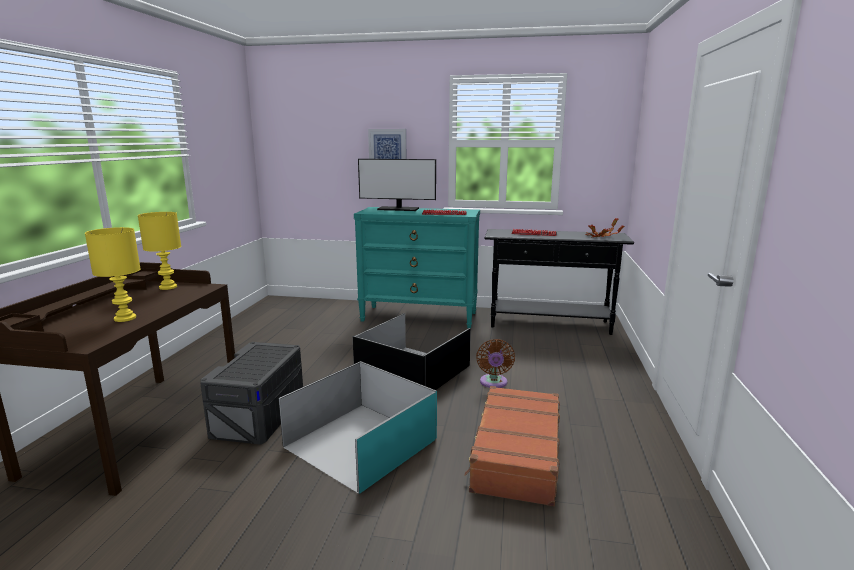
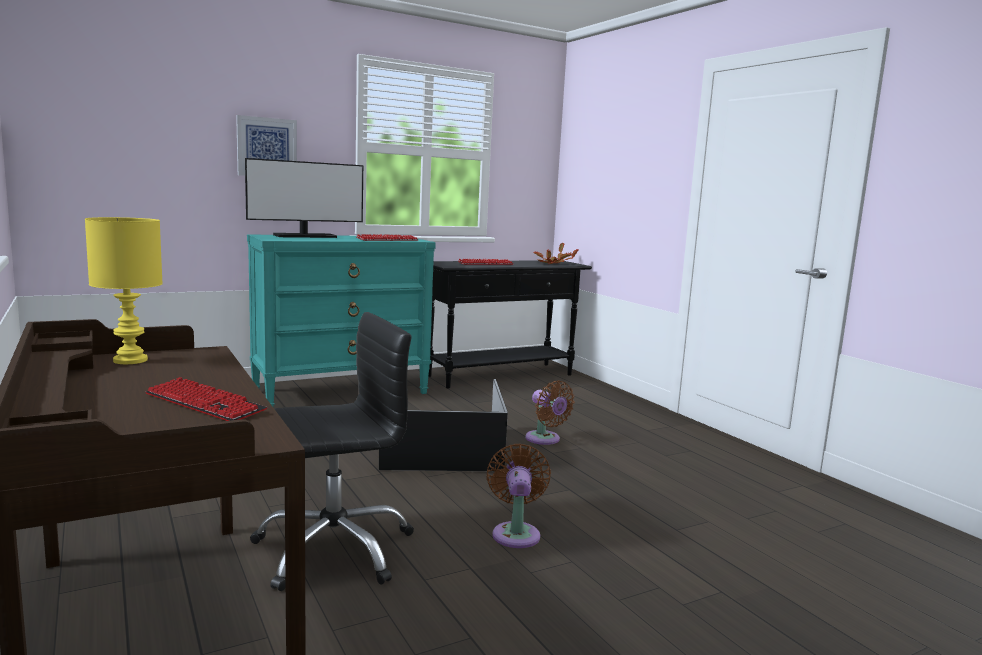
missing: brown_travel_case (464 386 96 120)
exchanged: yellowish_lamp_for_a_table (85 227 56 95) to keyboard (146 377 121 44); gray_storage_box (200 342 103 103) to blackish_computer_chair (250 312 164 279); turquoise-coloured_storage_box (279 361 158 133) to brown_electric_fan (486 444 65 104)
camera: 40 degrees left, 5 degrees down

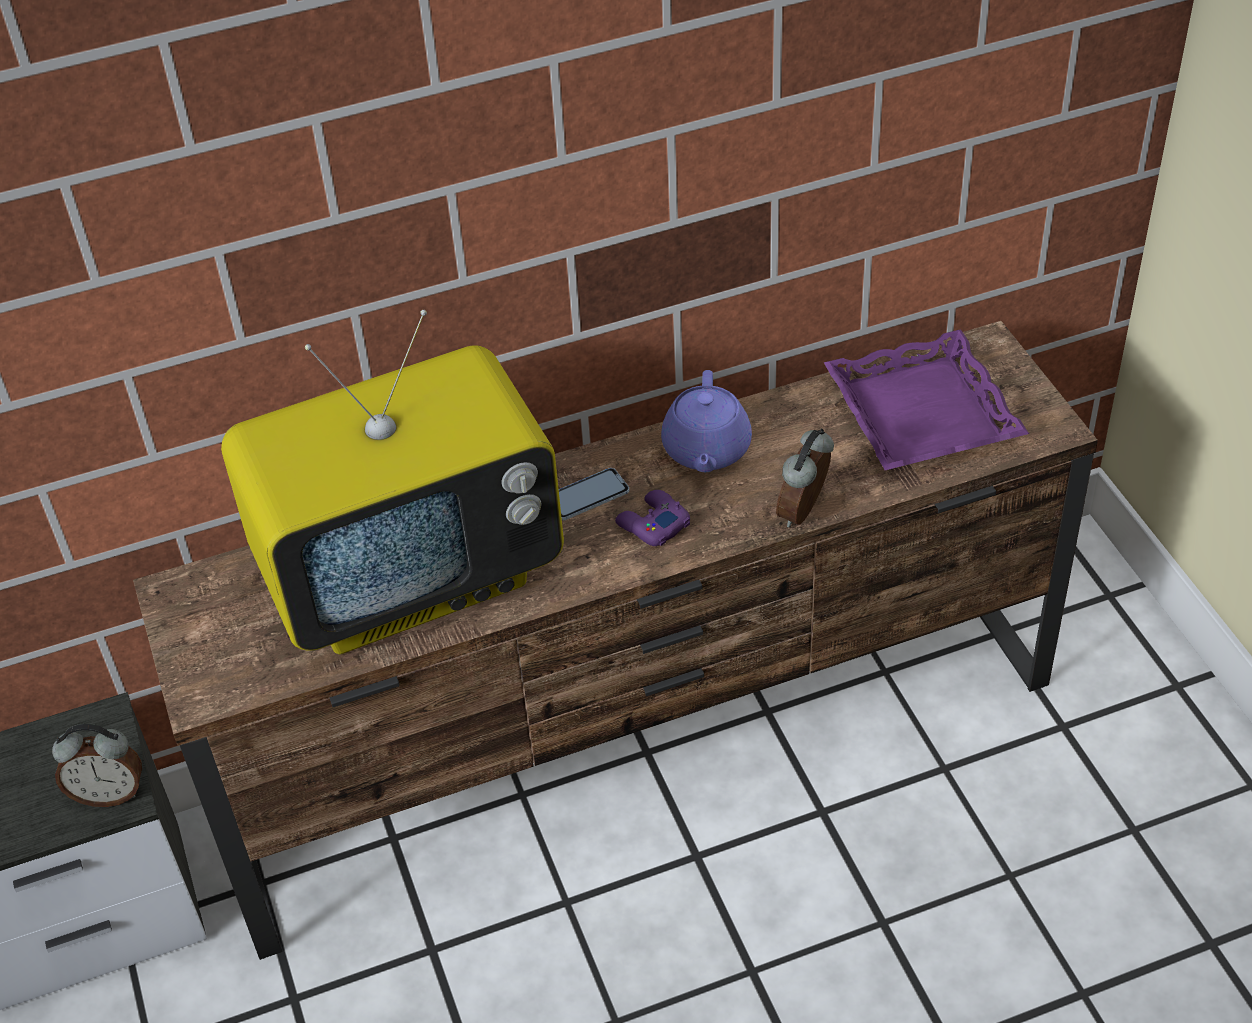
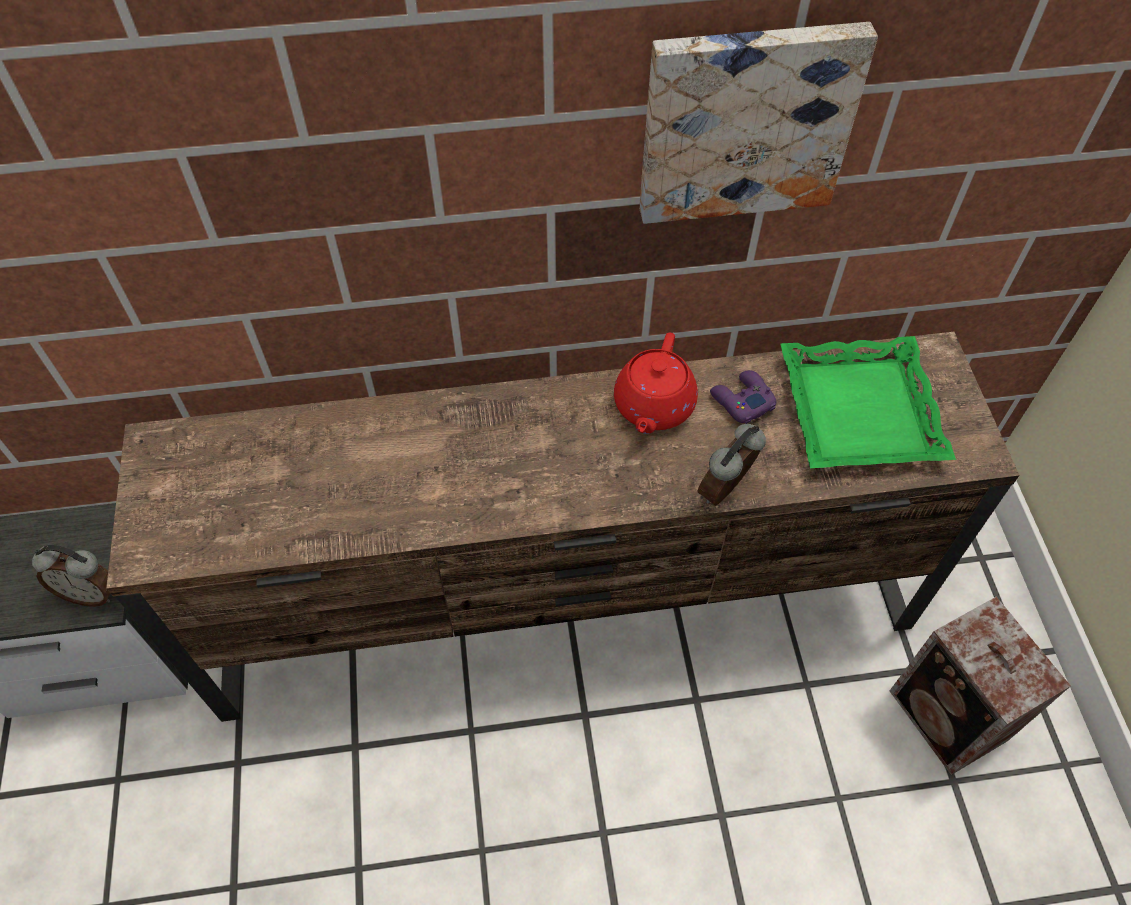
missing: TV (221 310 343 344); telephone (559 468 70 52)
appeared: wall_art (639 22 239 202); audio_speaker (890 597 181 178)
relocated: purple-coloured_joypad (615 490 75 56) to (710 370 66 54)
colour: purple-coloured_pot_for_tea (661 370 91 102) to red_pot_for_tea (614 332 84 102); purple-coloured_serving_tray (824 329 205 141) to green-coloured_serving_tray (780 336 176 132)
camera: 10 degrees right, 10 degrees up

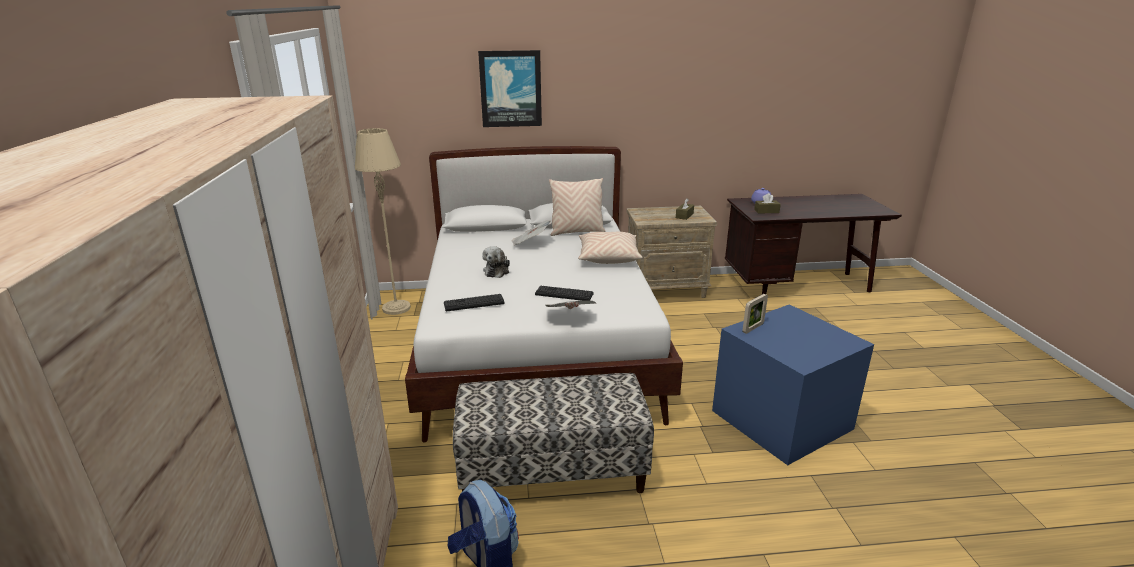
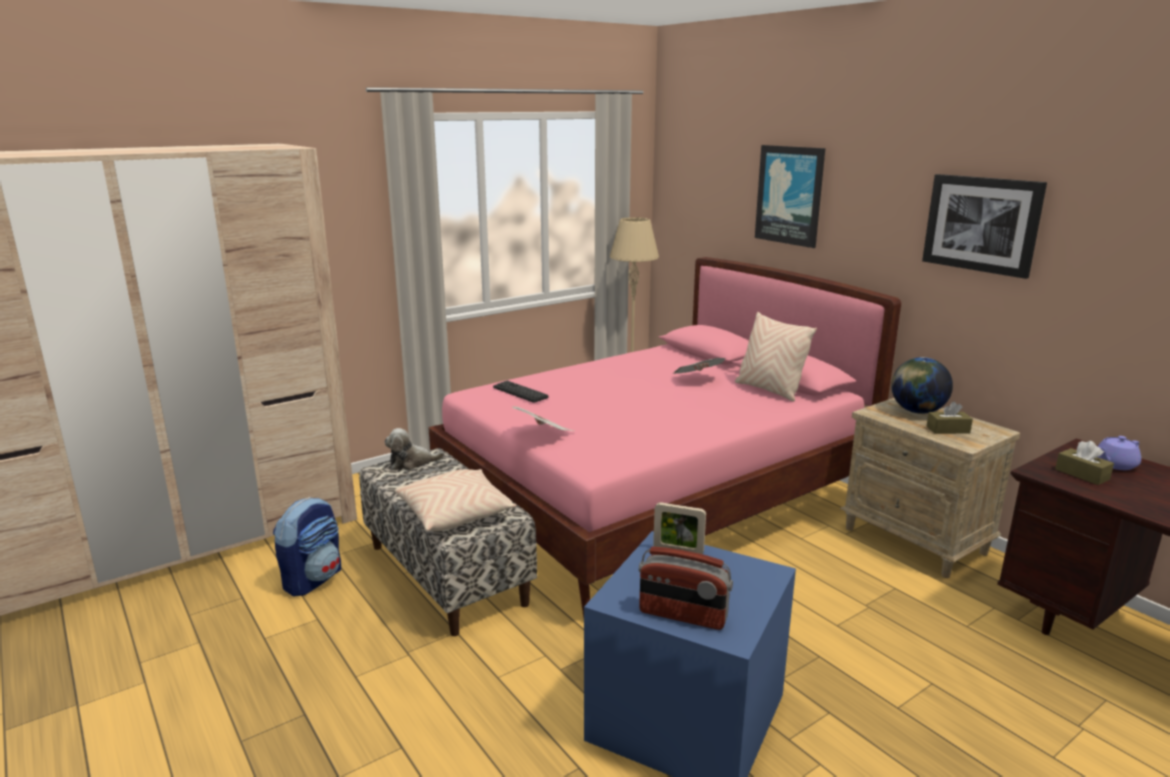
missing: keyboard (535 286 58 15)
appeared: radio (639 547 94 83); world_globe (891 357 62 57); wall_art (922 174 125 105)
relocated: soft_toy (482 246 28 32) to (385 428 60 42); beige_pillow (578 232 65 32) to (395 469 122 62)
colour: white-coloured_bedroom_bed (405 146 278 296) to pink-coloured_bedroom_bed (428 257 473 361)
camera: 60 degrees right, 5 degrees down

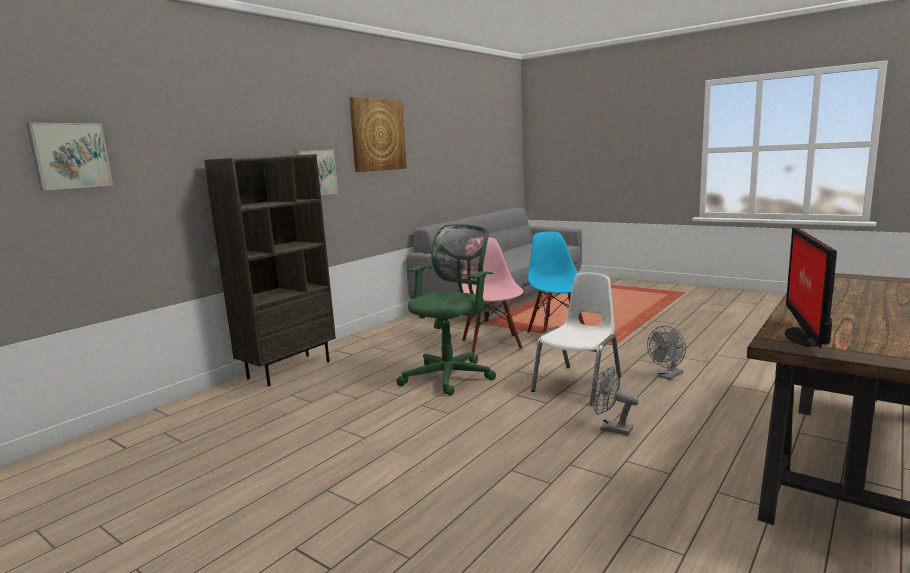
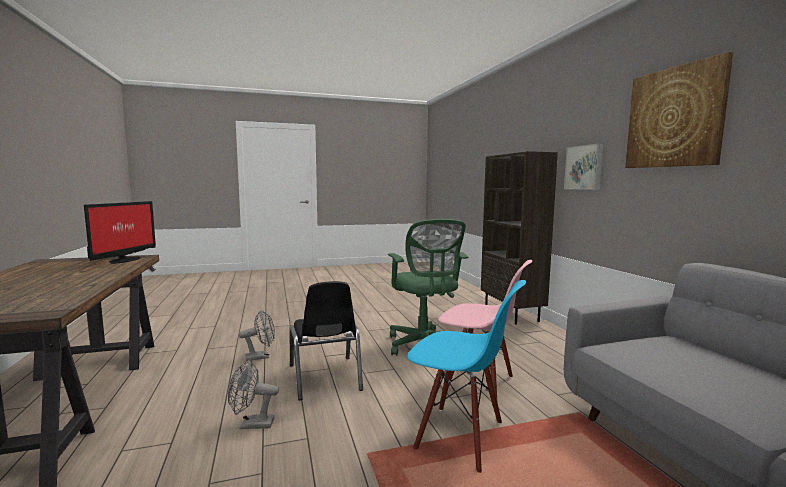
missing: wall_art (26 123 87 68)
colour: white-coloured_chair (531 272 90 133) to blackish_chair (289 281 74 119)
spun: gray_electric_fan (647 326 39 54) = (228 360 51 69) 90 degrees counterclockwise; computer_display (785 227 52 121) = (84 201 72 63) 45 degrees clockwise
camera: 125 degrees right, 5 degrees down

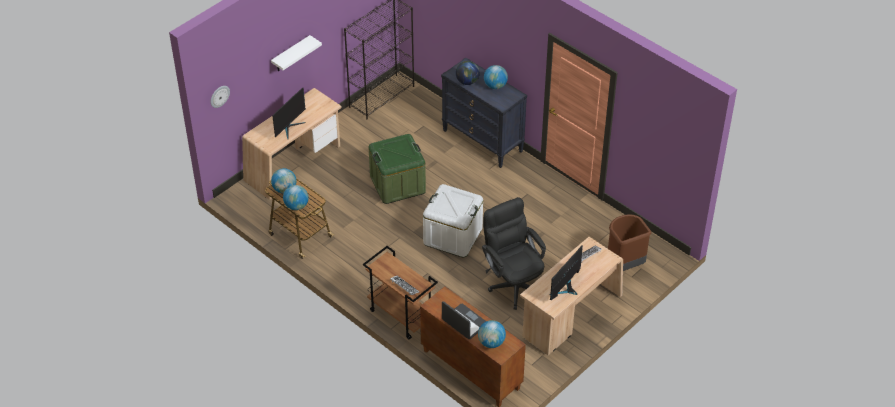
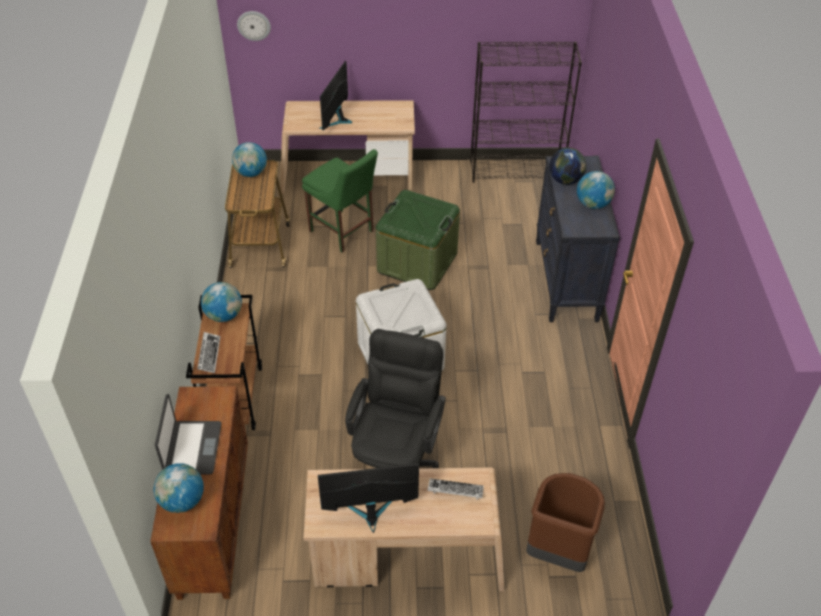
missing: white-coloured_shelf (271 35 51 37)
appeared: green-coloured_chair (302 149 76 104)
relocated: world_globe (283 185 26 25) to (201 282 41 40)
spun: computer_display (272 87 34 52) = (319 61 33 69) 120 degrees clockwise
camera: 45 degrees right, 0 degrees up

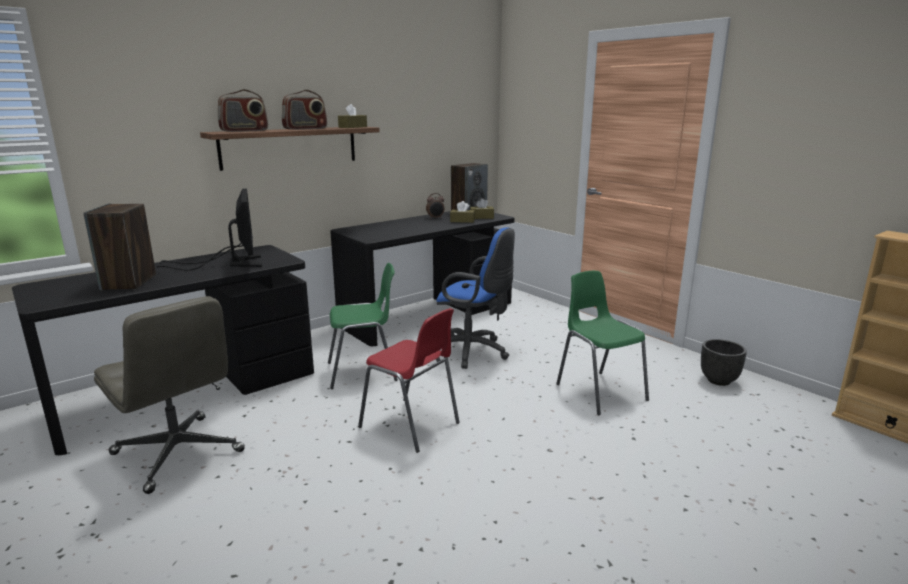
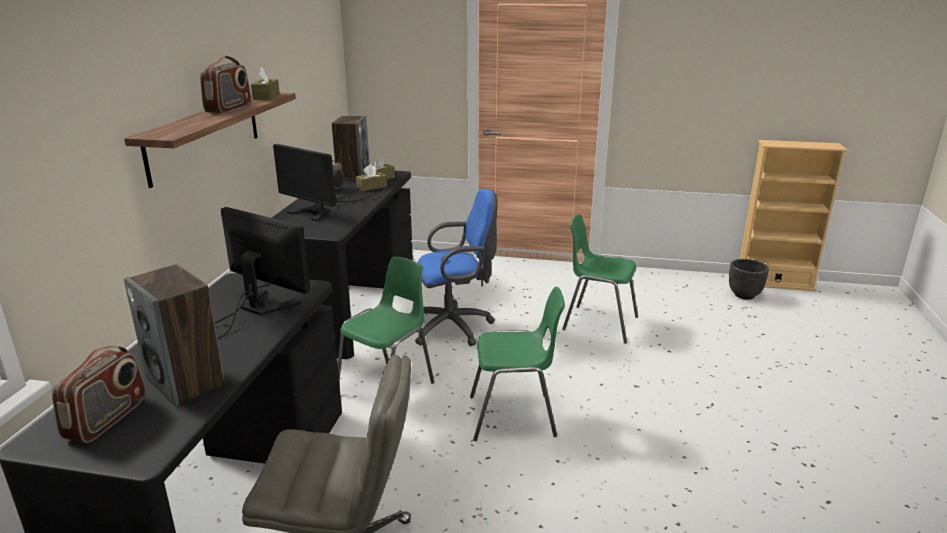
appeared: computer_display (273 144 103 77)
relocated: radio (218 89 50 43) to (52 345 94 98); blackish_planter (701 339 46 47) to (729 259 40 41)
colour: red_chair (358 308 102 145) to green-coloured_chair (470 287 95 154)
camera: 40 degrees left, 5 degrees up

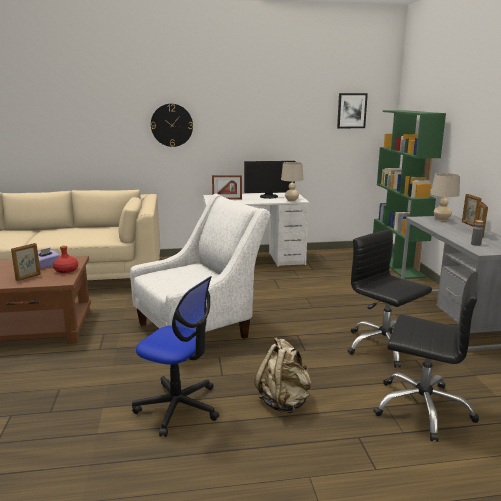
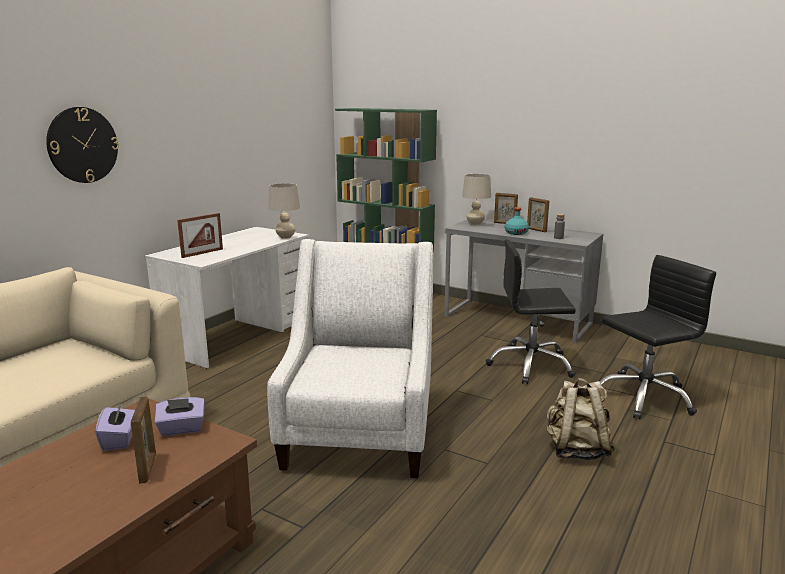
missing: computer_chair (132 276 87 161); computer_display (244 161 51 38); wall_art (337 93 31 36)
appeared: turquoise-coloured_drink_bottle (505 207 24 28)
exchanged: red_drink_bottle (53 246 25 27) to purple-coloured_tissue_box (155 397 50 39)
camera: 50 degrees left, 0 degrees up

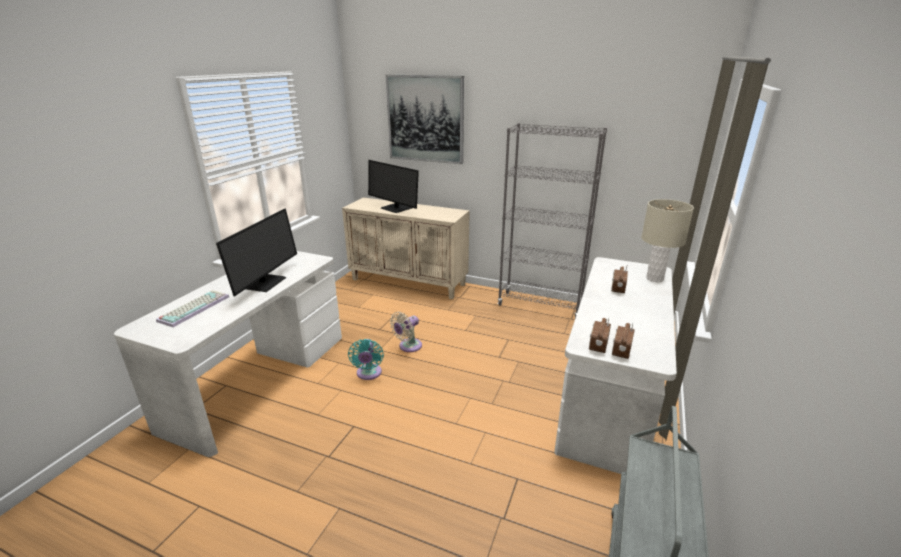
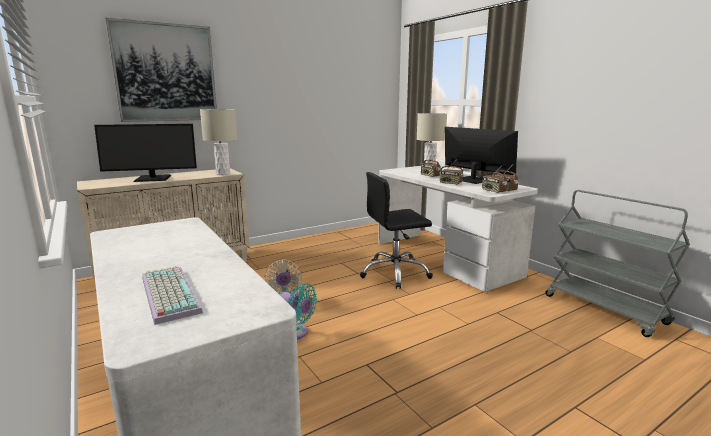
missing: gray_bookshelf (498 123 109 195)
appeared: beige_lamp_for_a_table (200 109 37 66); blackish_computer_chair (360 172 73 117); radio (440 160 24 25)
relocated: computer_display (216 208 81 88) to (445 127 73 57)
camera: 55 degrees left, 10 degrees down

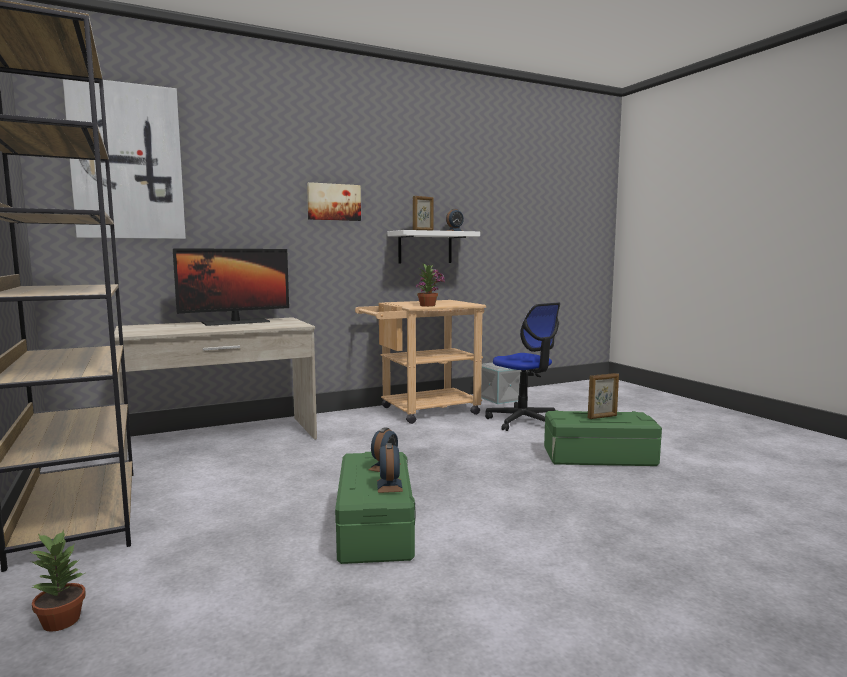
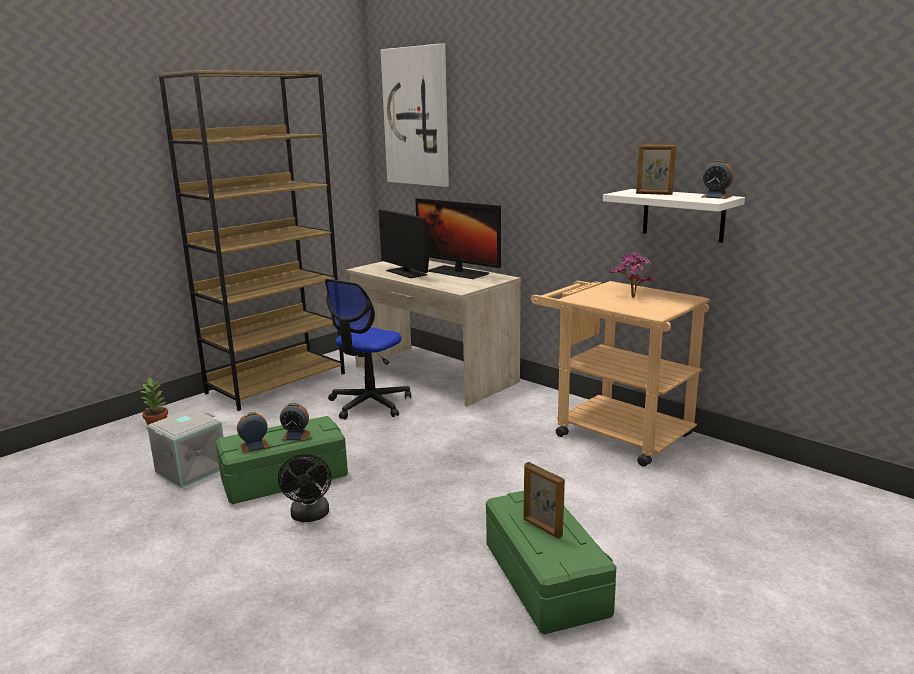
missing: wall_art (307 182 54 39); plant_in_a_pot (417 264 22 43)
appeared: blackish_electric_fan (278 454 54 68); computer_display (379 210 50 68)
relocated: gray_storage_box (481 363 41 41) to (147 409 76 79); computer_chair (485 303 75 128) to (325 279 86 140)
camera: 70 degrees right, 10 degrees up

